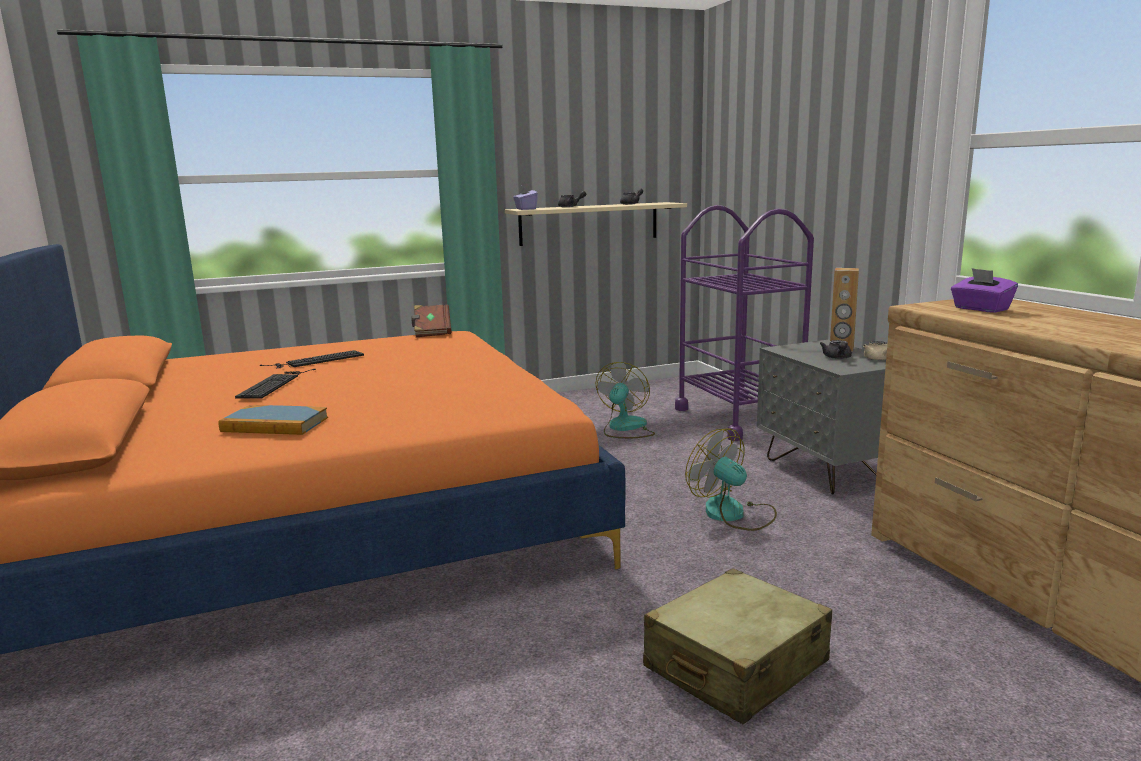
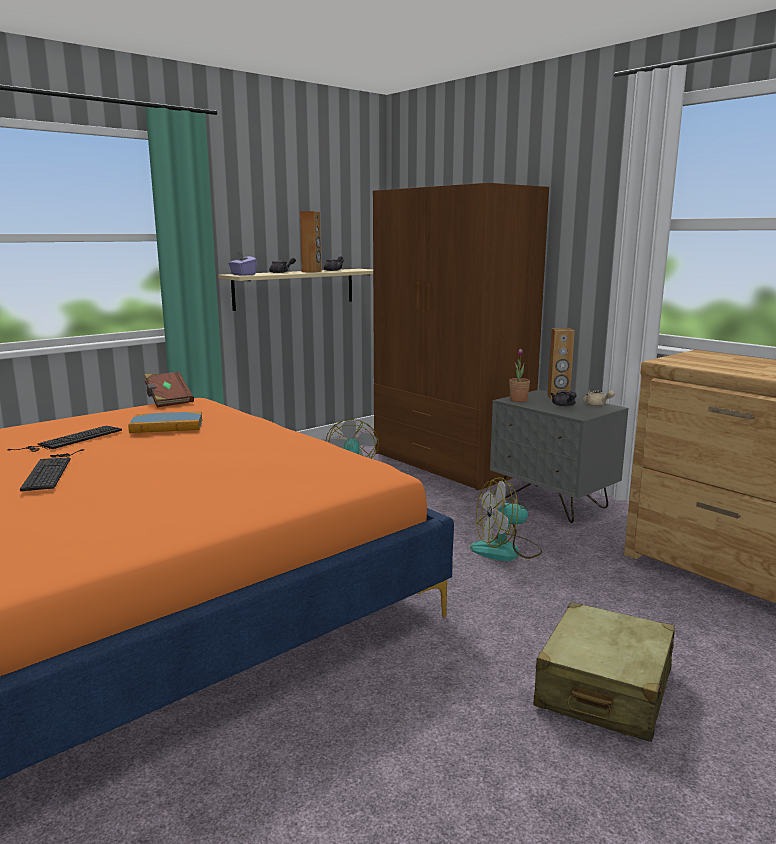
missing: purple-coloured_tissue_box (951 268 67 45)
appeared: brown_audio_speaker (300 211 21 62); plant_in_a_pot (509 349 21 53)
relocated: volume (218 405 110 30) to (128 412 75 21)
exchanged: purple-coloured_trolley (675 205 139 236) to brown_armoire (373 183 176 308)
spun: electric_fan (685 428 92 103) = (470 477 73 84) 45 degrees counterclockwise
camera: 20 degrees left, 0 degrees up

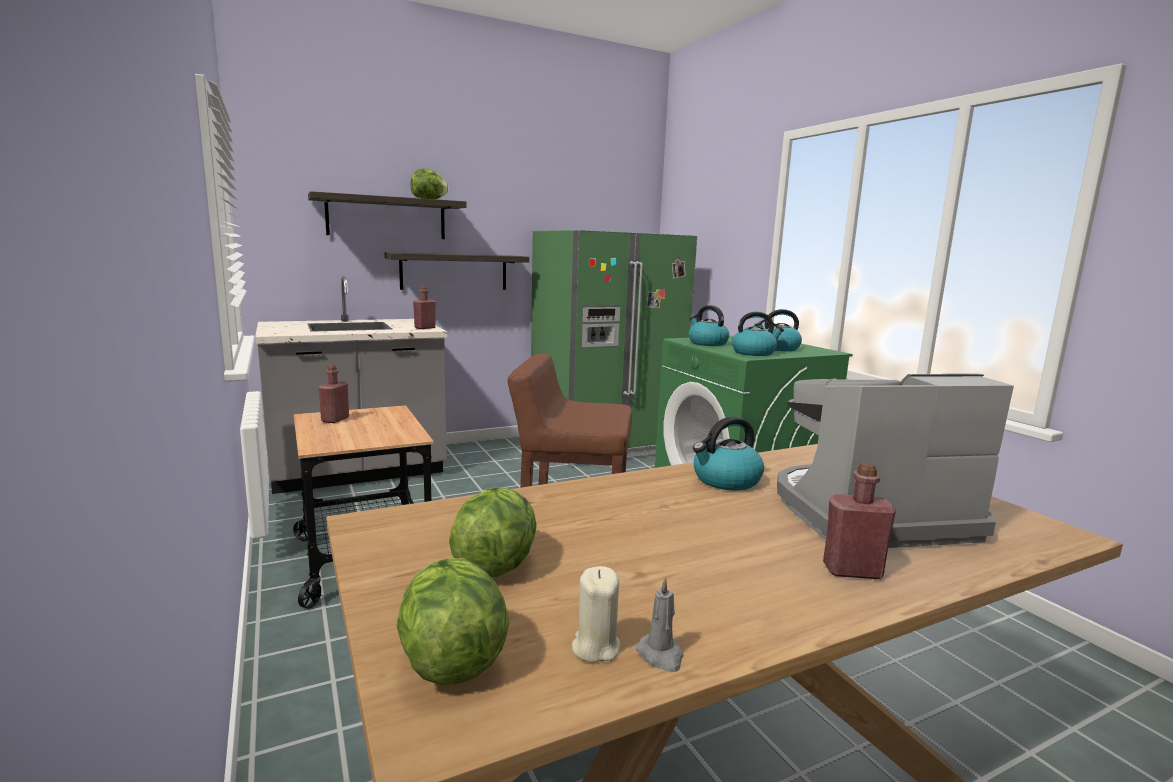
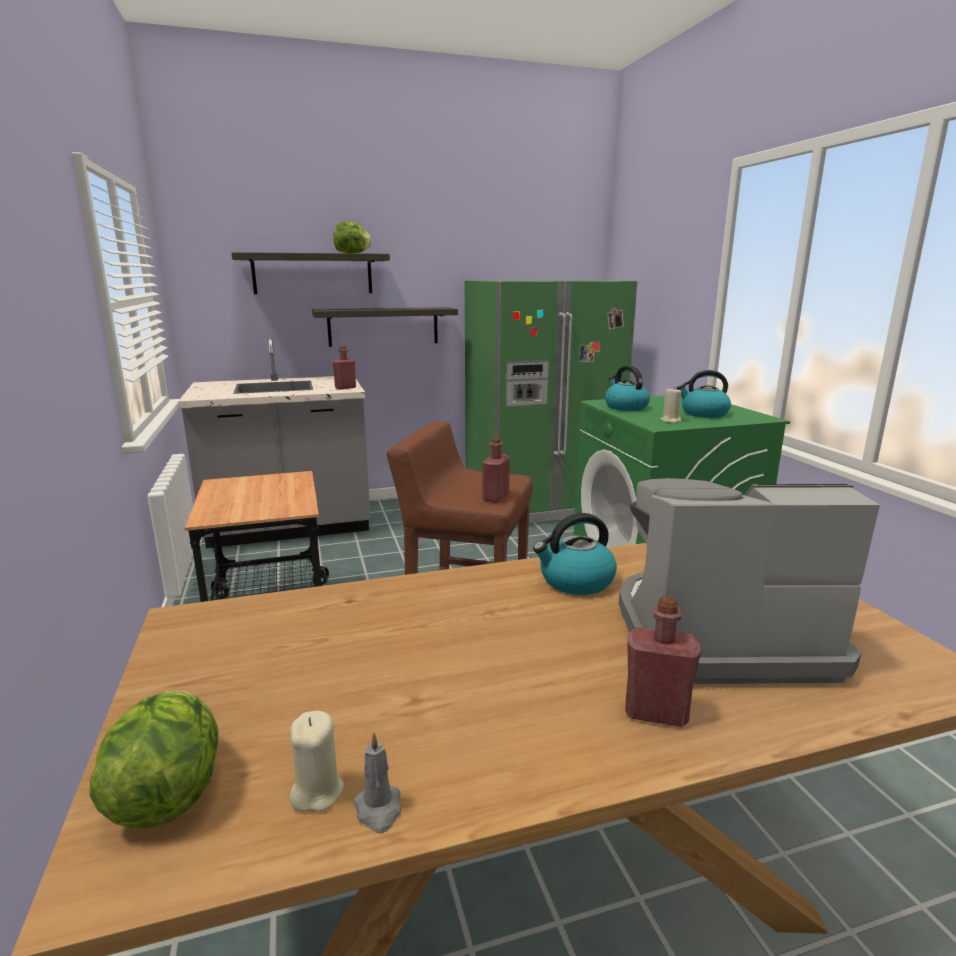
missing: lettuce_head (449 487 88 90)
relocated: red_drink_bottle (319 365 30 58) to (482 436 28 67)
exchanged: tea_kettle (732 312 52 44) to beige_wax_candle (661 387 20 36)
camera: 10 degrees right, 5 degrees up

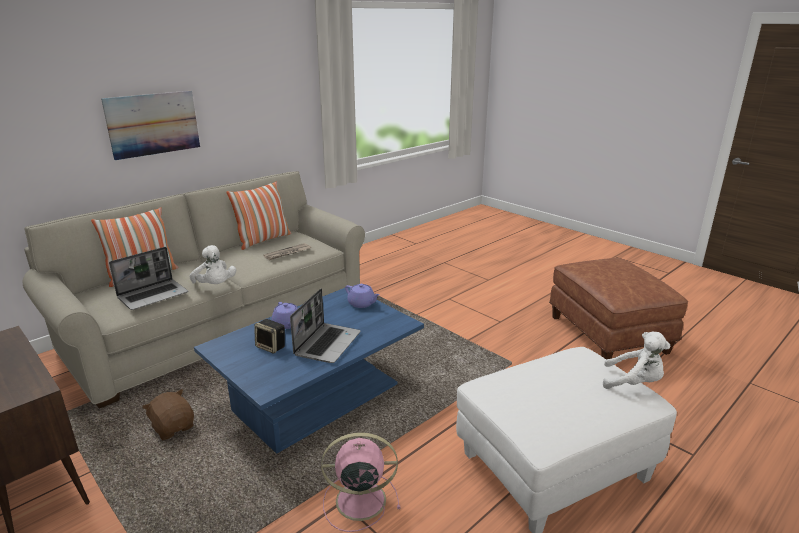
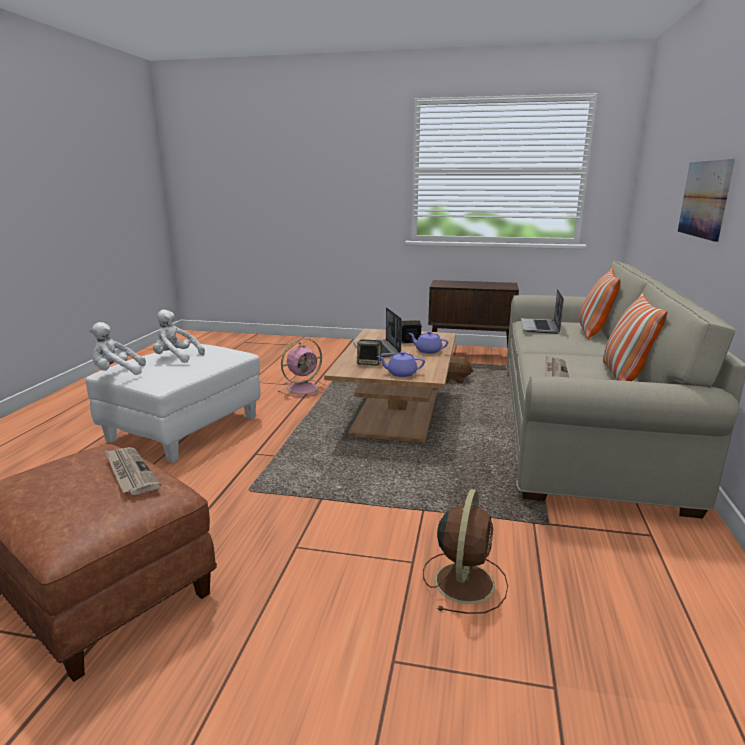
appeared: daily_paper (105 447 56 48); audio_speaker (357 339 27 27); brown_electric_fan (423 489 85 125)
relocated: white-coloured_soft_toy (189 245 47 39) to (153 310 52 53)
colour: blue_lounge_table (194 287 230 167) to brown_lounge_table (324 328 132 115)
camera: 145 degrees right, 5 degrees down

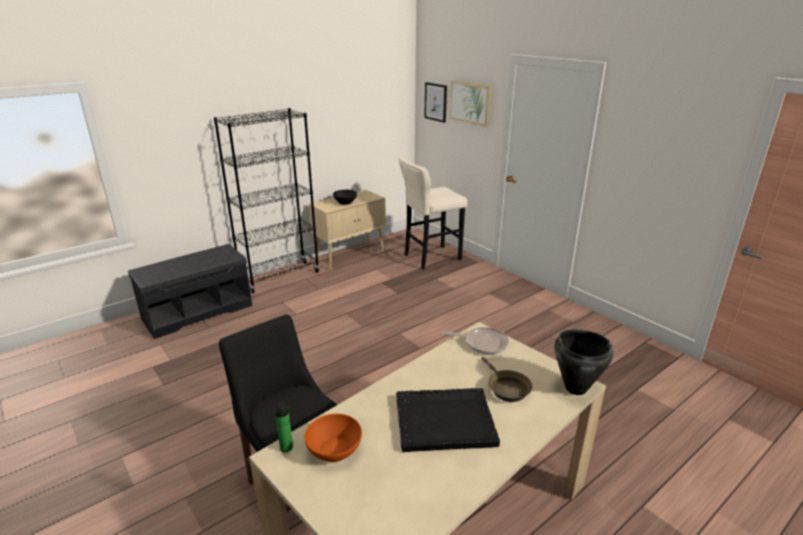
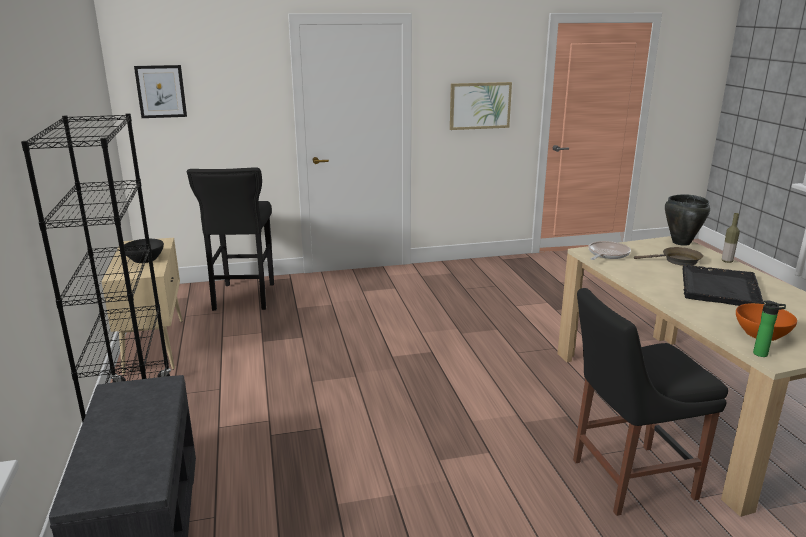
appeared: drink_bottle (722 213 18 50)
relocated: wall_art (450 81 42 46) to (450 82 62 48)
colour: beige_sitting_stool (398 157 69 113) to blackish_sitting_stool (186 167 88 144)
camera: 65 degrees left, 5 degrees down

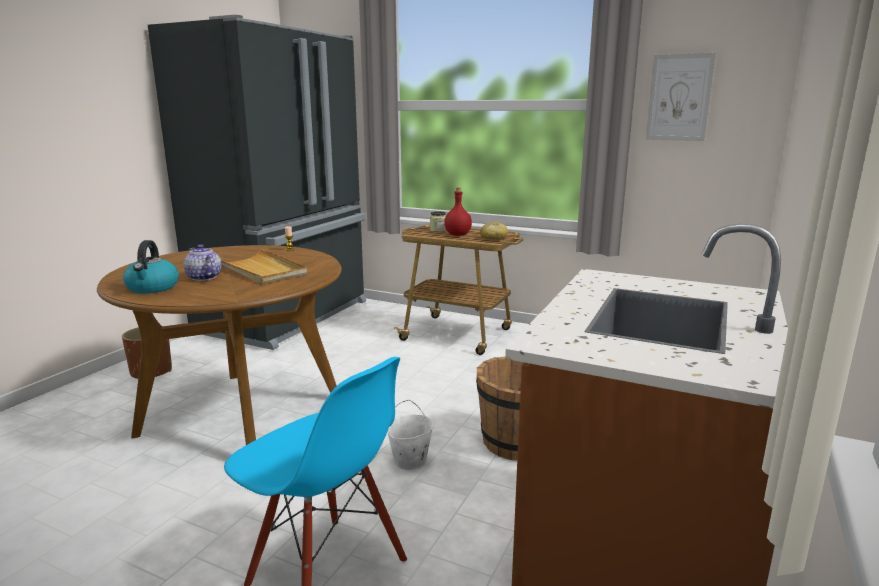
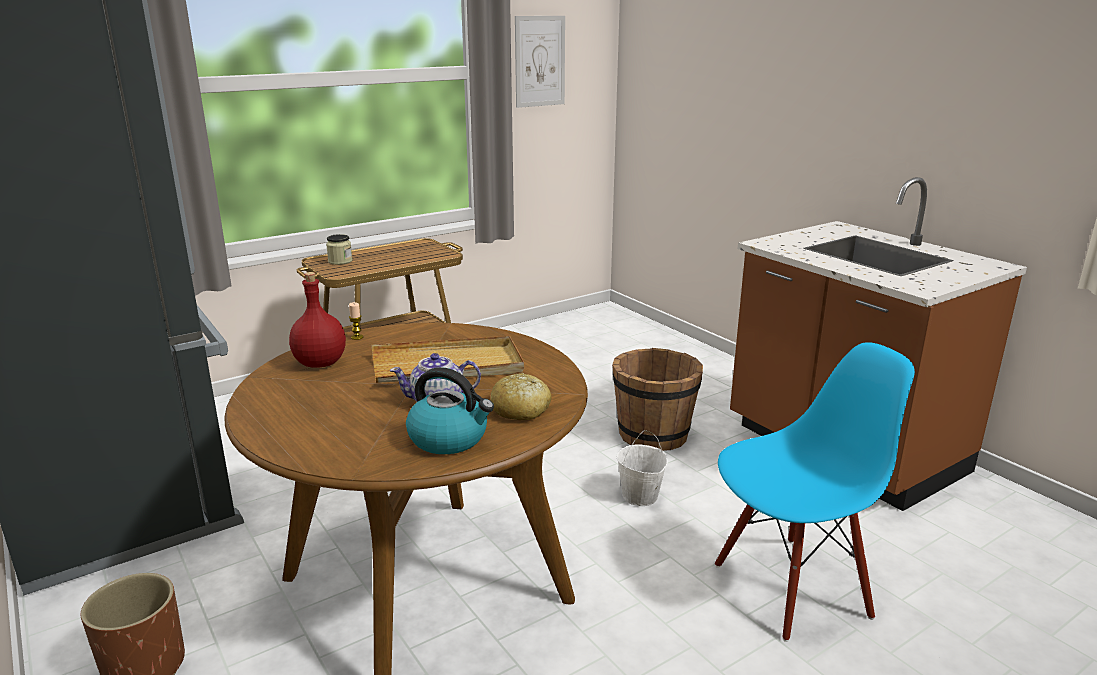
relocated: red_drink_bottle (444 188 28 48) to (289 272 57 96); baked_bread (480 221 28 19) to (490 373 62 47)
camera: 60 degrees left, 5 degrees up

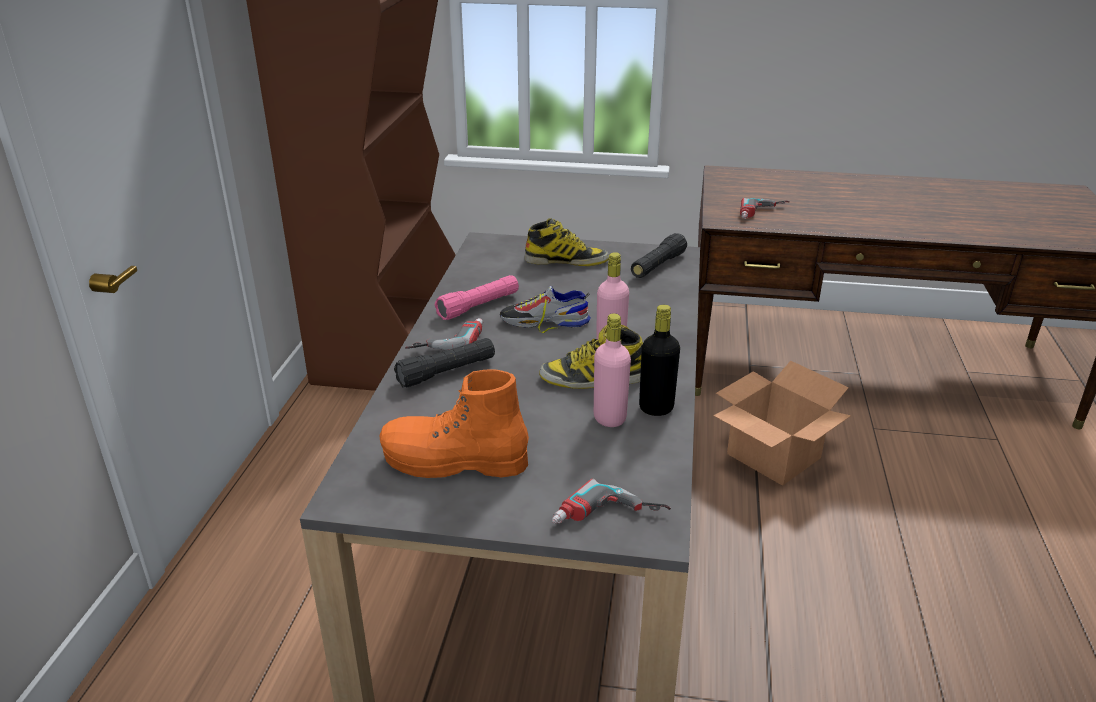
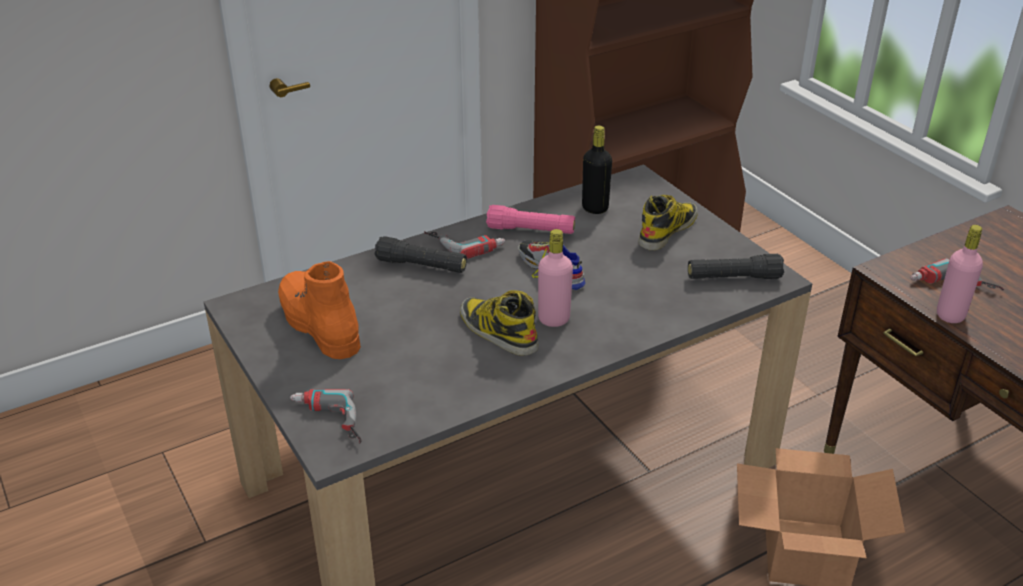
relocated: pink-coloured_drink_bottle (594 313 37 114) to (937 225 46 98); blackish_drink_bottle (639 305 41 111) to (582 125 30 89)
spun: tall_boot (525 218 84 48) = (638 195 60 55) 105 degrees counterclockwise
camera: 50 degrees right, 5 degrees up

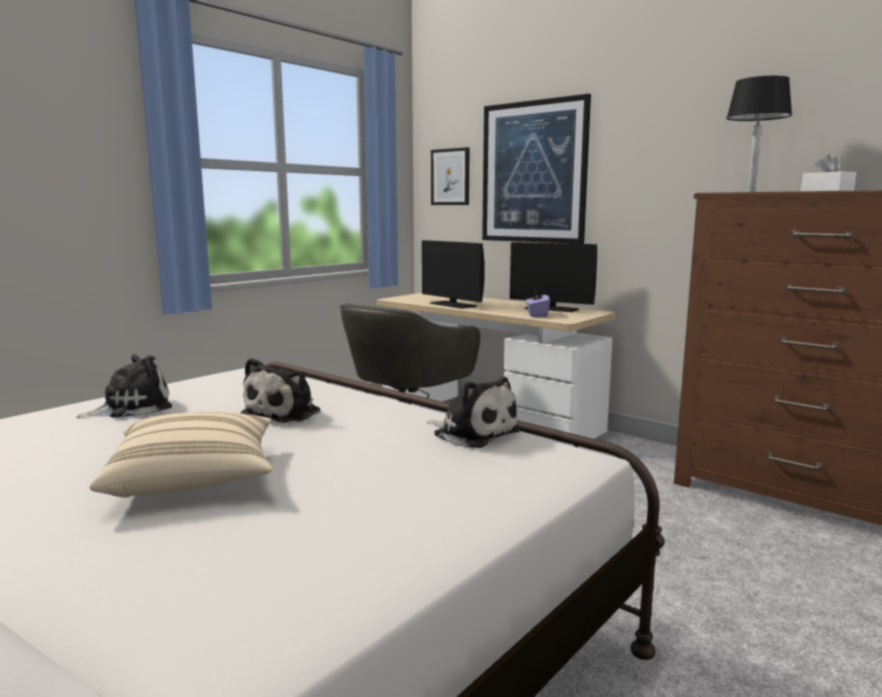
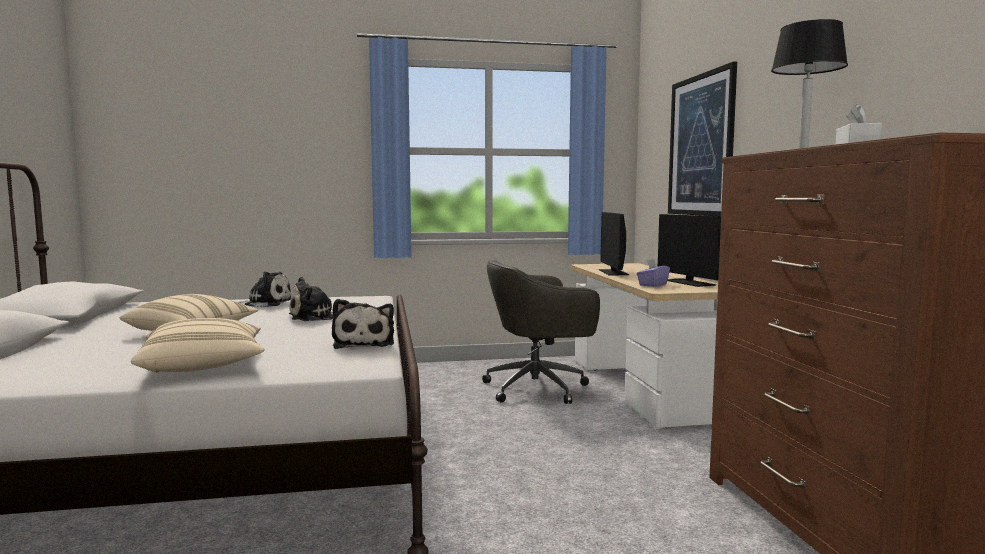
missing: wall_art (431 147 38 58)
appeared: beige_pillow (131 318 134 54)
camera: 40 degrees right, 5 degrees down

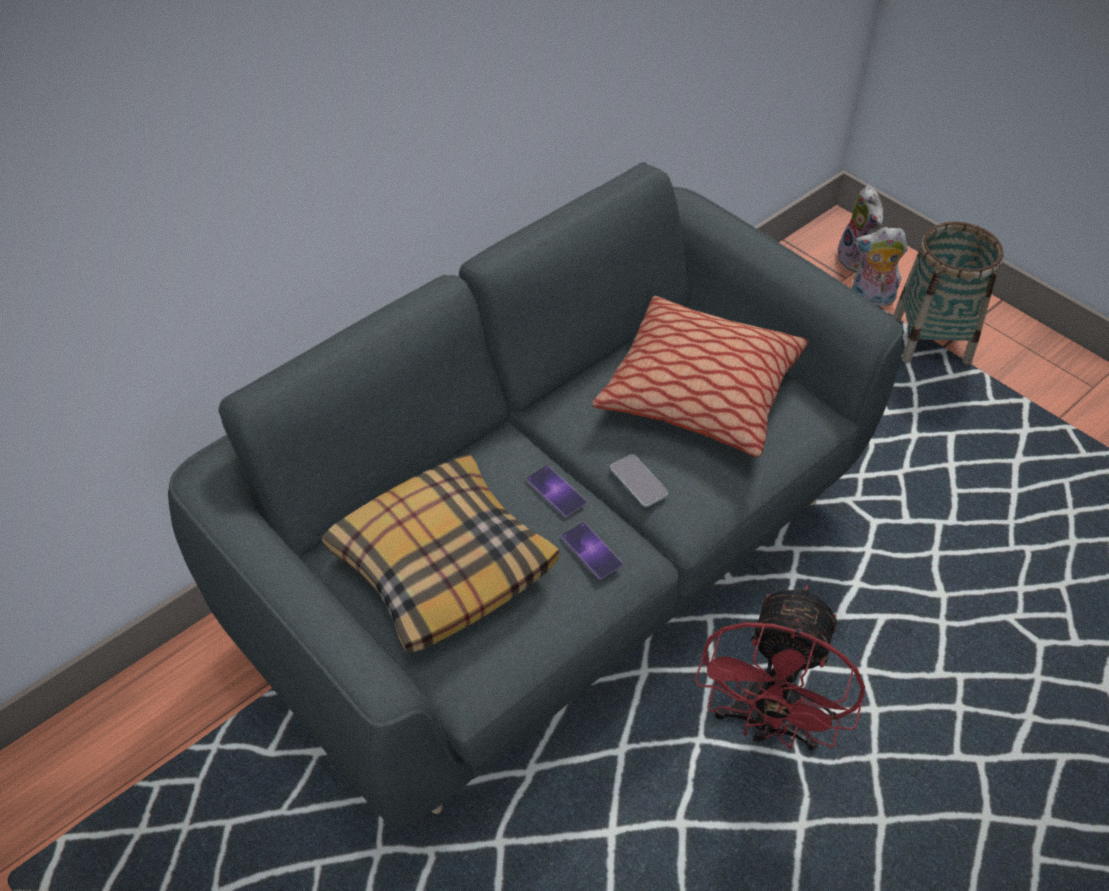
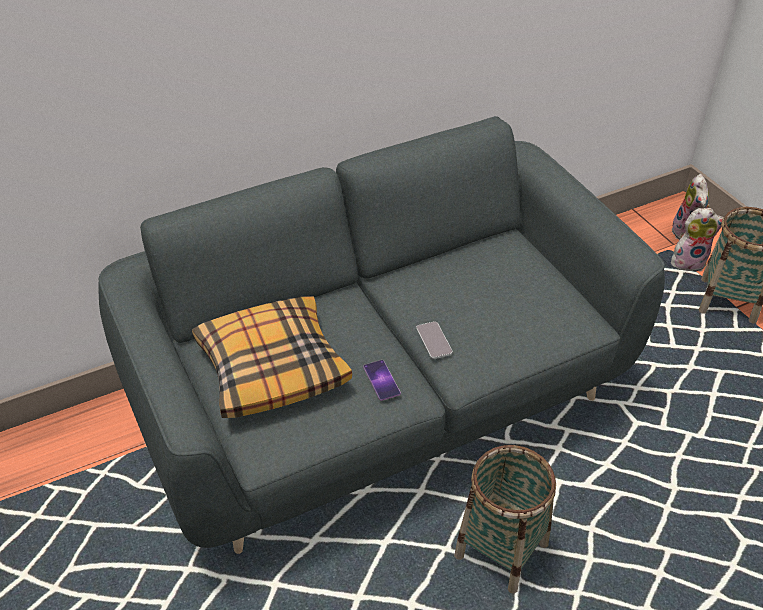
missing: telephone (526 465 61 52); pillow (592 296 217 161)
exchanged: red_electric_fan (695 585 170 166) to household_basket (454 445 102 149)
spun: soft_toy (852 227 56 79) = (671 208 53 63) 150 degrees clockwise
camera: 15 degrees right, 5 degrees down

